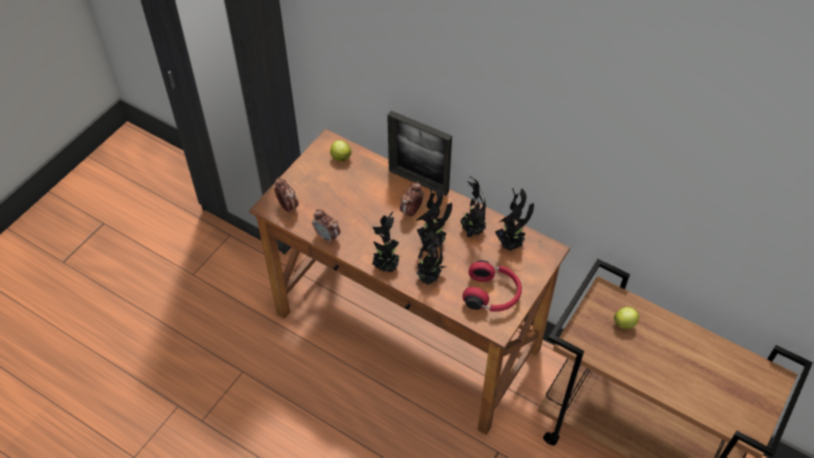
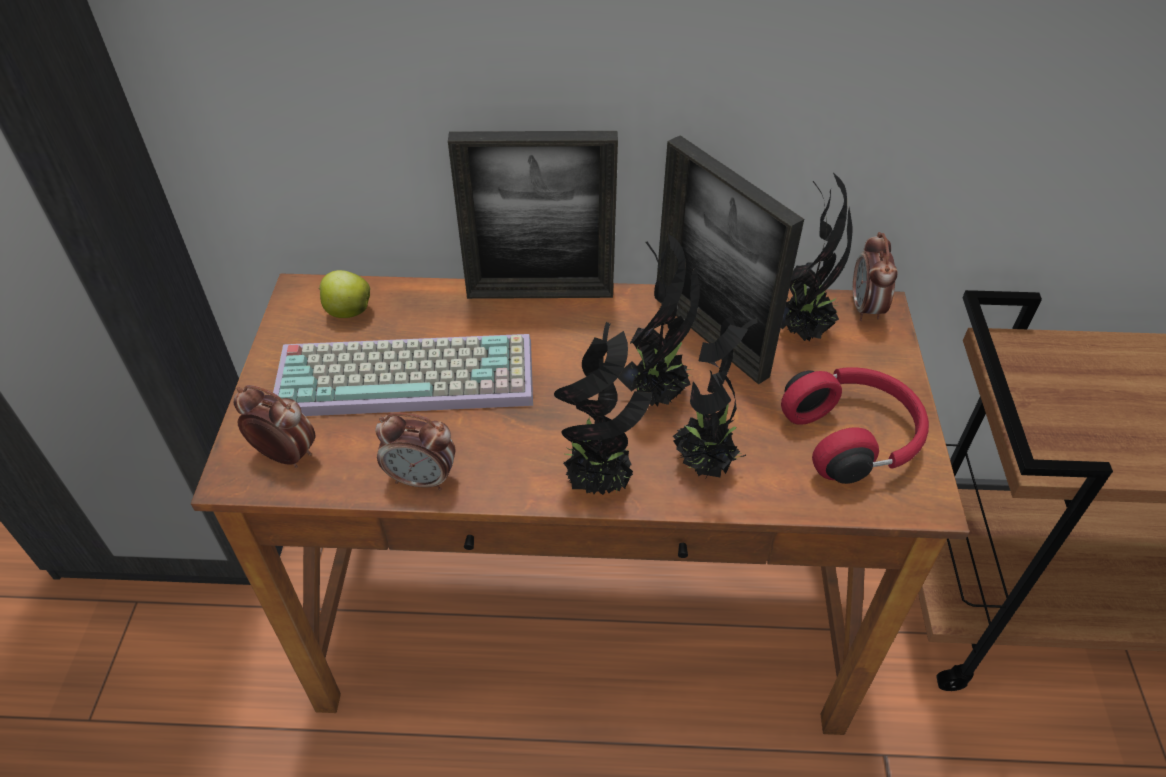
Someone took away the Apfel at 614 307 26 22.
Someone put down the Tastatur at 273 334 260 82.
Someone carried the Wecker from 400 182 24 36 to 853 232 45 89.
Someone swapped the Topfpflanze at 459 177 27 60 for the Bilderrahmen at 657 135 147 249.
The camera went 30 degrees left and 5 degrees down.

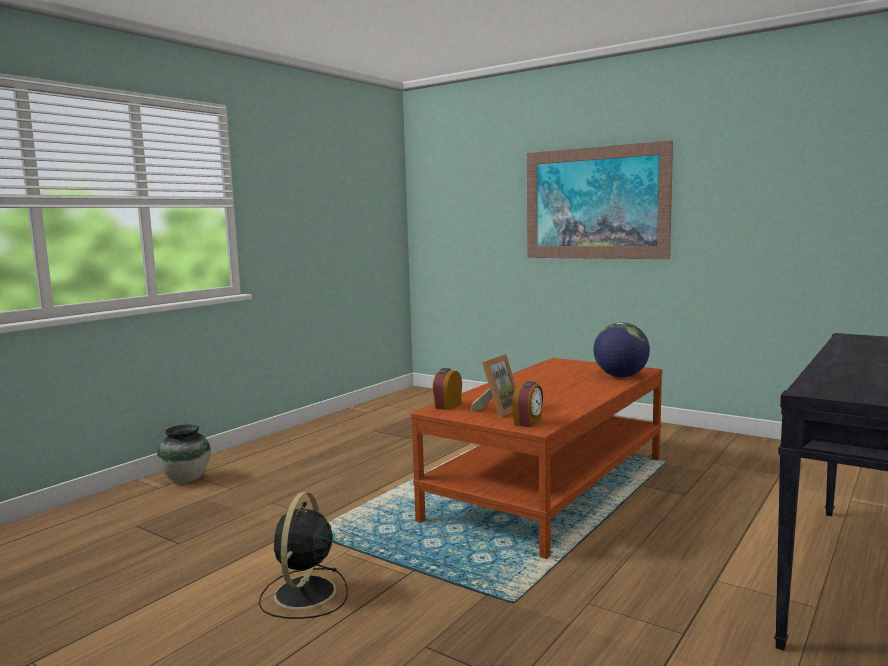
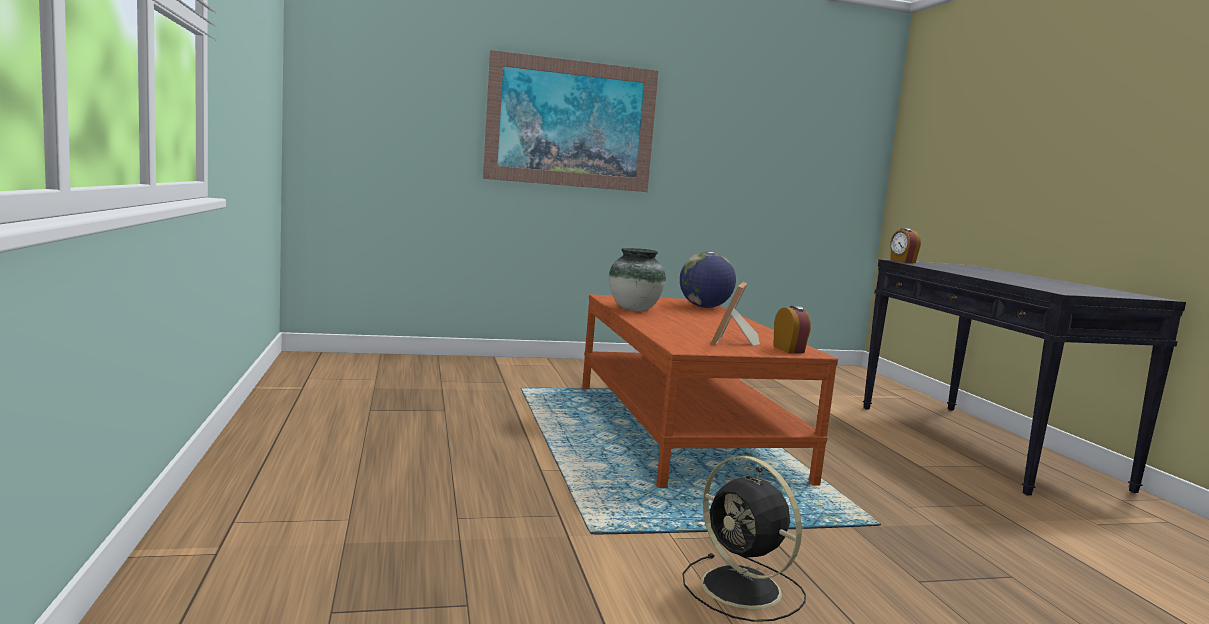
Someone carried the Vase from 157 424 54 59 to 609 248 57 63.
Someone carried the Wecker from 433 368 29 42 to 891 228 30 35.
Someone rotated the Bilderrahmen at 471 354 45 63 by 150 degrees counterclockwise.
The camera went 50 degrees left and 0 degrees up.

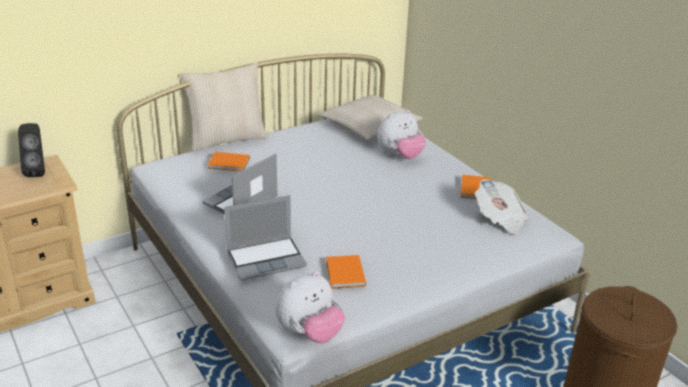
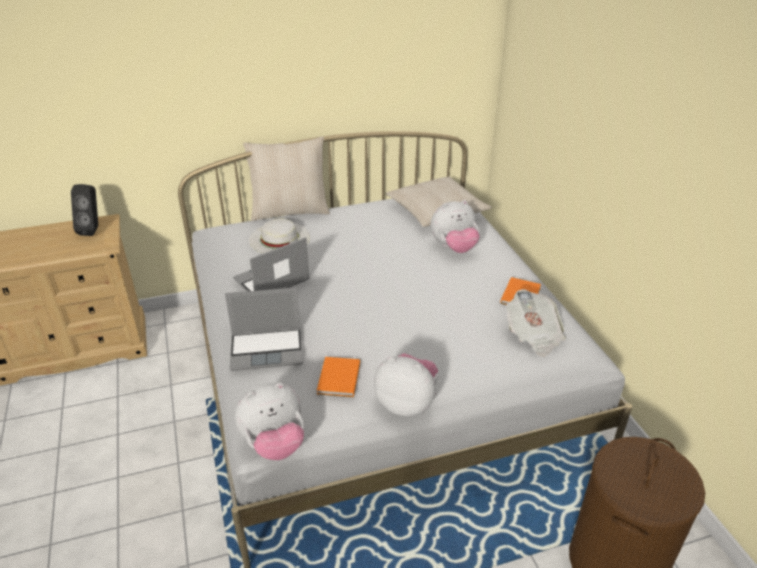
Someone put down the Plüschtier at 374 353 64 63.
Someone swapped the Buch (orange) at 207 152 43 20 for the Hut (weiß) at 249 219 61 34.
The camera went 15 degrees right and 5 degrees up.

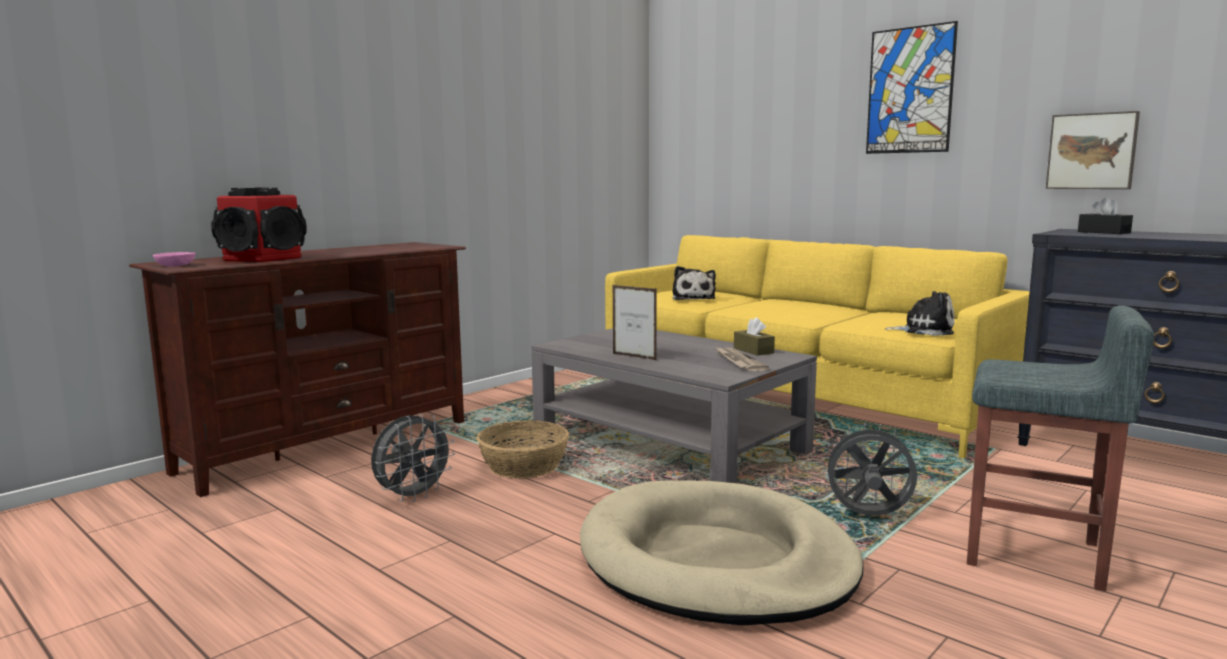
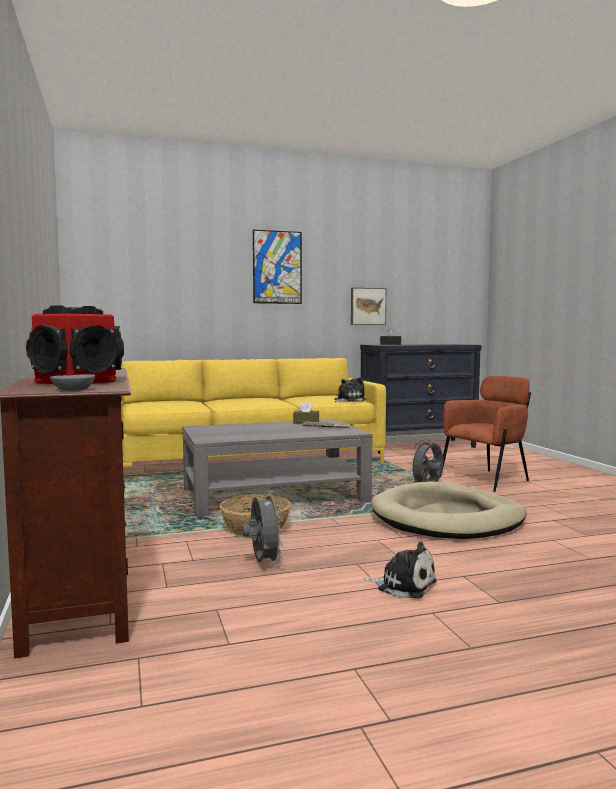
Someone took away the Bilderrahmen at 613 285 44 75.
Someone carried the Plüschtier from 672 266 44 34 to 364 542 72 57.
Someone swapped the Hocker (grau) at 967 305 187 286 for the Sessel (braun) at 440 376 91 116.
Someone repainted the Schüssel (rosa) at 153 252 43 15, which became the Schüssel (grau) at 50 374 45 16.
The camera went 60 degrees left and 5 degrees down.

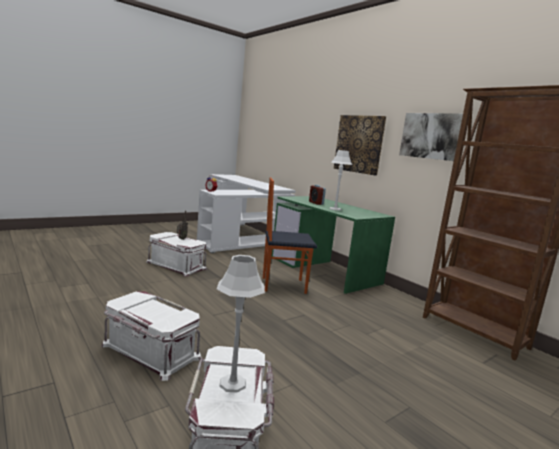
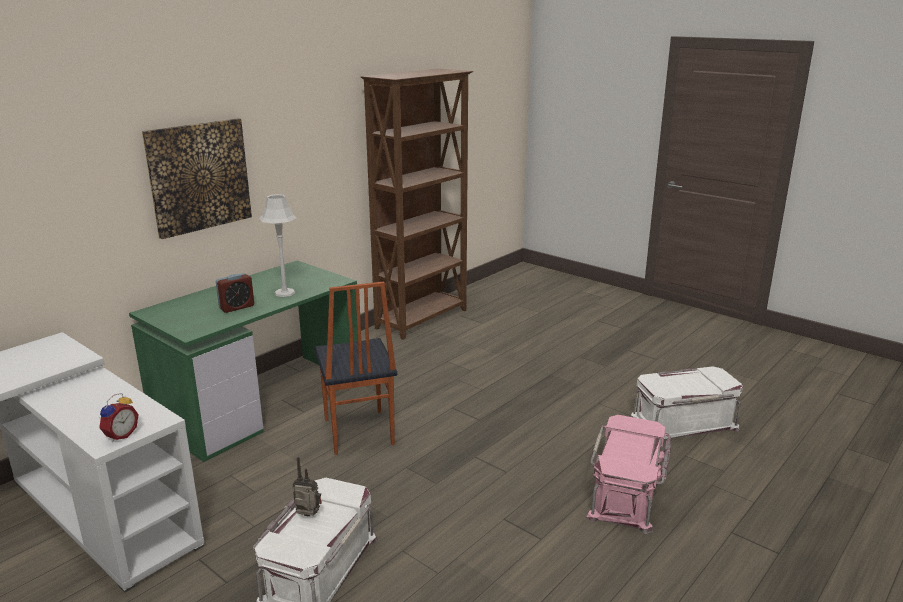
Someone took away the Tischlampe (grau) at 217 255 48 138.
Someone took away the Bild at 399 113 64 48.
Someone repainted the Aufbewahrungsbox (weiß) at 101 291 101 90, which became the Aufbewahrungsbox (rosa) at 586 415 86 119.
The camera went 100 degrees left and 10 degrees up.

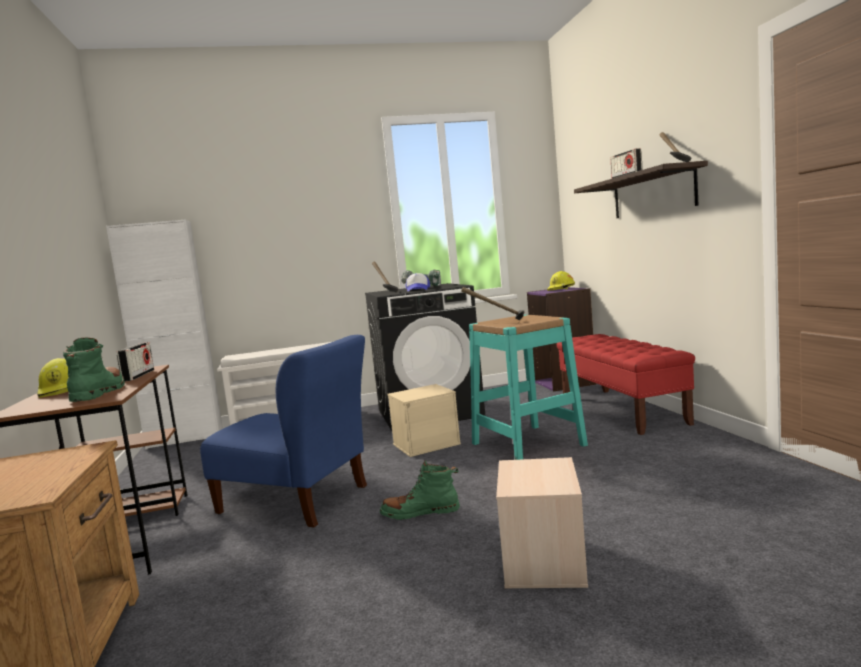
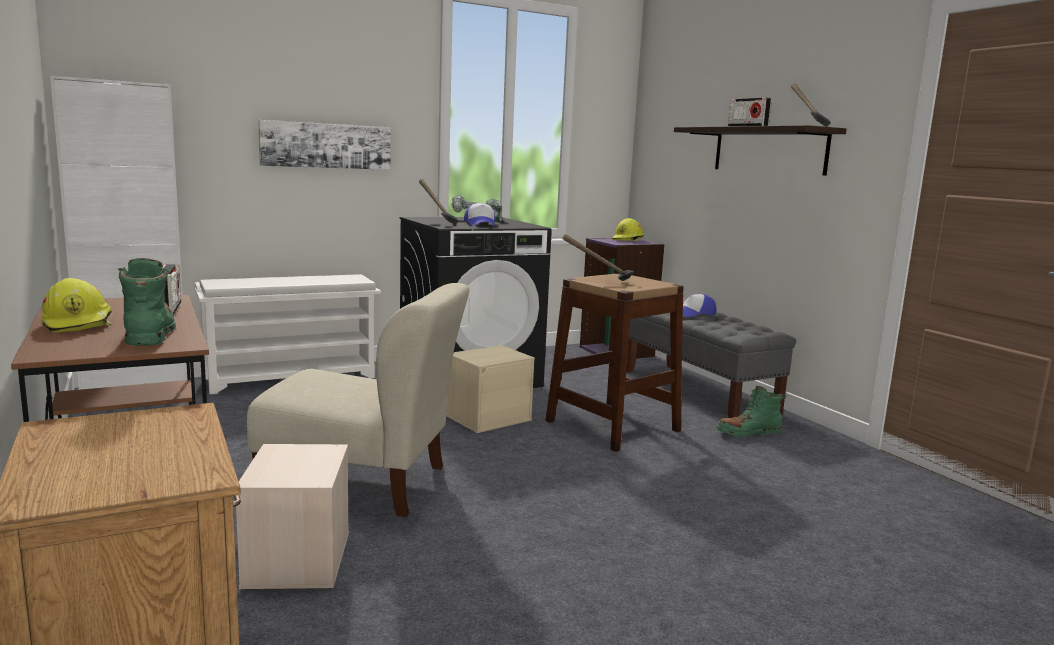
Someone put up the Bild at 258 120 133 50.
Someone put down the Kappe at 683 294 34 23.
Someone carried the Stiefel (grün) from 380 460 80 60 to 716 386 70 51.
Someone carried the Aufbewahrungsbox (beige) from 496 457 92 131 to 236 444 113 145.
Someone repainted the Stuhl (blau) at 200 335 167 192, which became the Stuhl (beige) at 247 283 223 234.
Someone repainted the Hocker (türkis) at 469 315 119 145, which became the Hocker (braun) at 545 274 139 178.
Someone repainted the Bank (rot) at 557 334 138 101, which became the Bank (grau) at 626 312 170 106.
The camera went 15 degrees left and 5 degrees up.

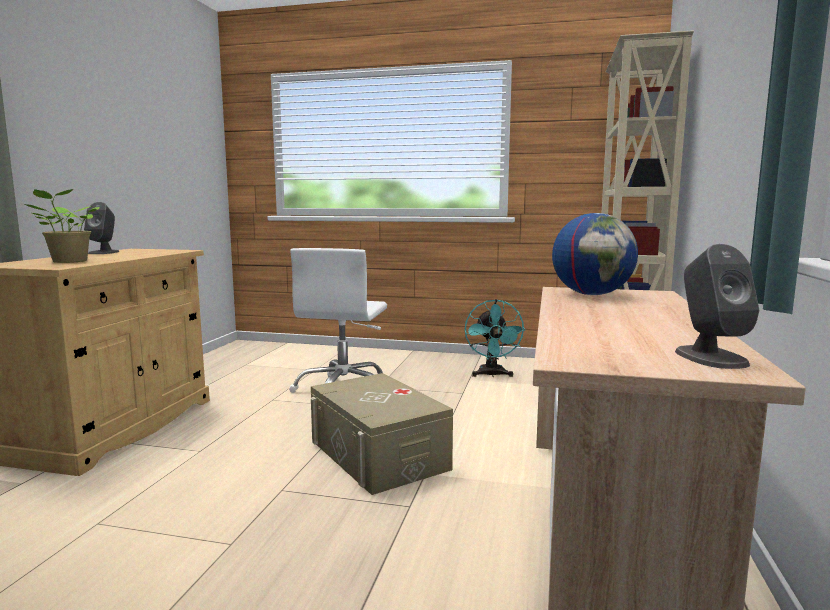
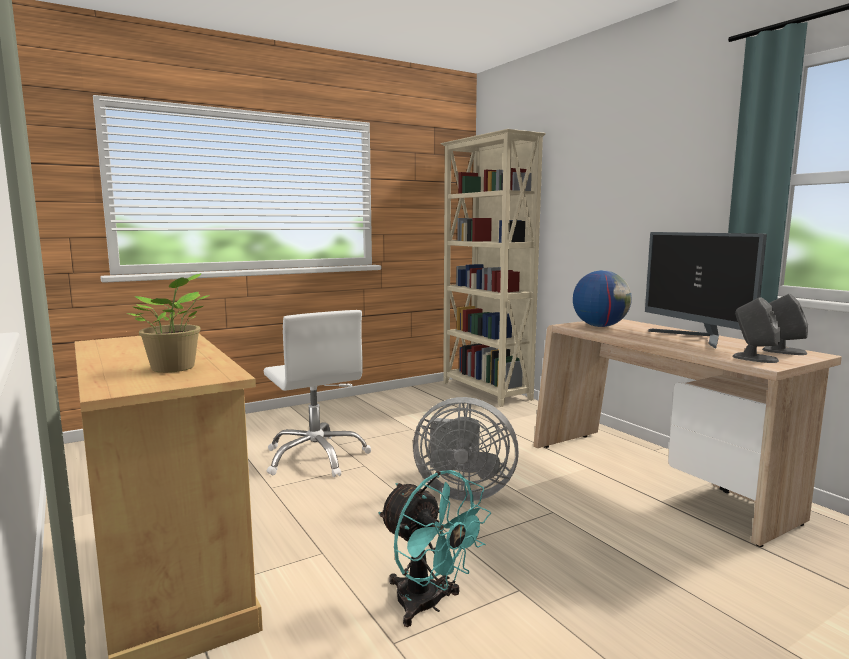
Someone put down the Monitor at 645 232 122 117.
Someone carried the Lautsprecher (grau) from 84 202 35 52 to 732 297 49 66.
Someone carried the Ventilator (türkis) from 465 299 61 78 to 378 470 113 157.
Someone swapped the Aufbewahrungsbox (beige) at 311 373 142 122 for the Ventilator (grau) at 413 397 106 104.
The camera went 45 degrees left and 0 degrees up.

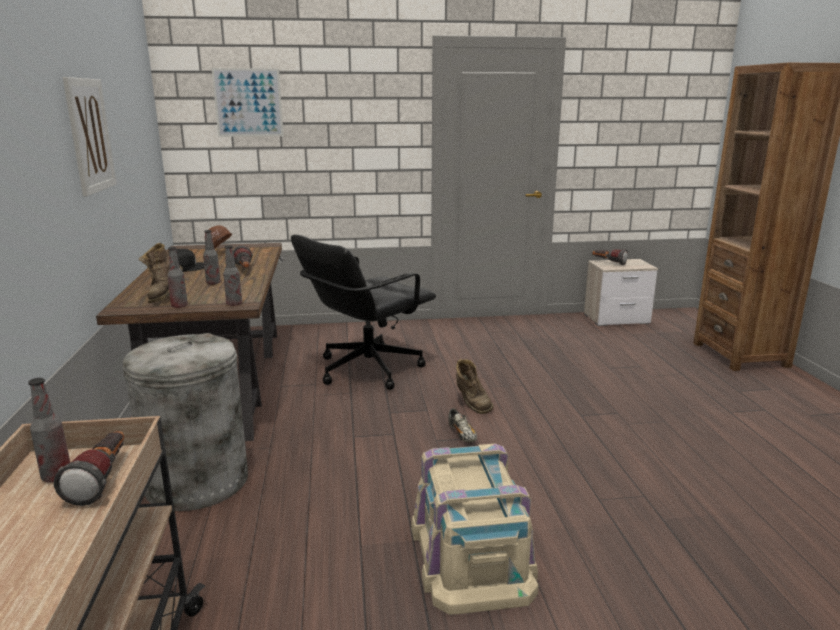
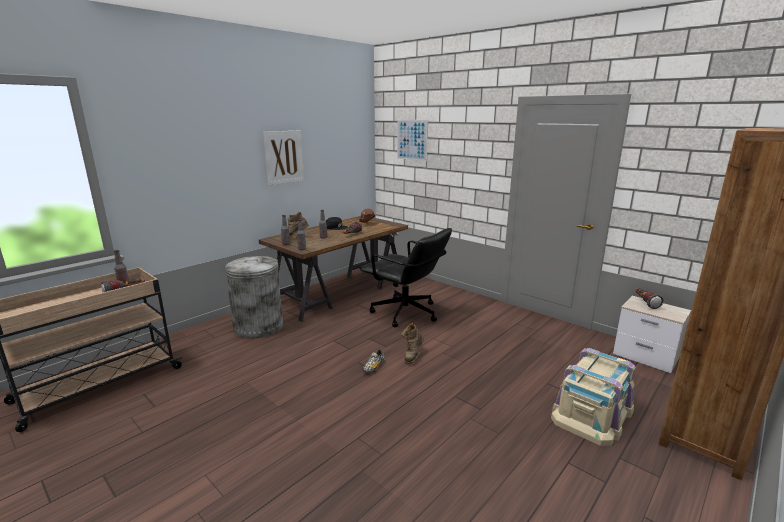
Someone carried the Aufbewahrungsbox (beige) from 411 444 127 171 to 551 348 85 98.
Someone rotated the Bürostuhl (schwarz) at 291 235 145 155 by 150 degrees counterclockwise.
The camera went 50 degrees right and 0 degrees up.

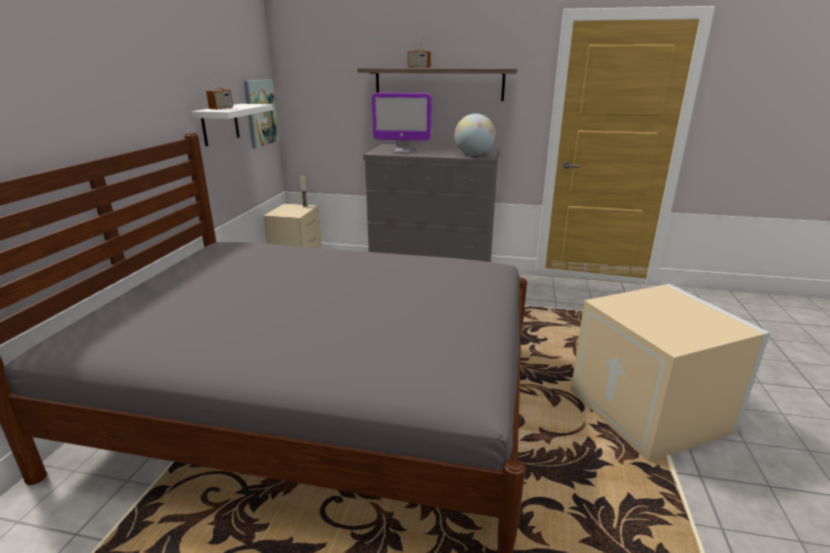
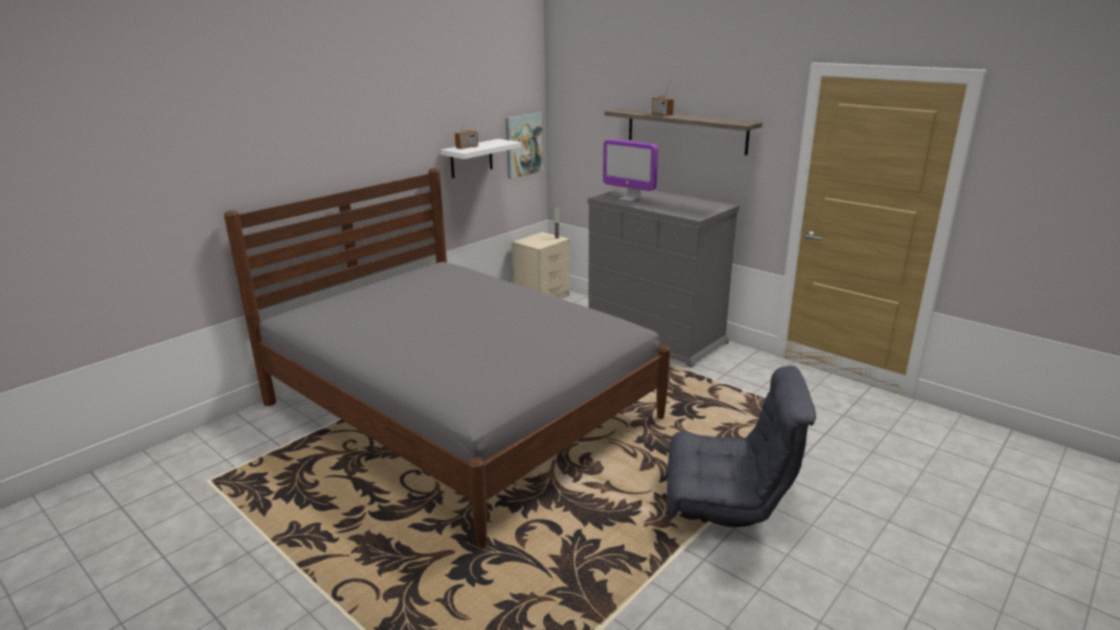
Someone took away the Globus at 455 114 40 42.
Someone swapped the Aufbewahrungsbox (beige) at 570 284 200 178 for the Sessel (grau) at 667 366 149 161.
The camera went 30 degrees right and 0 degrees up.

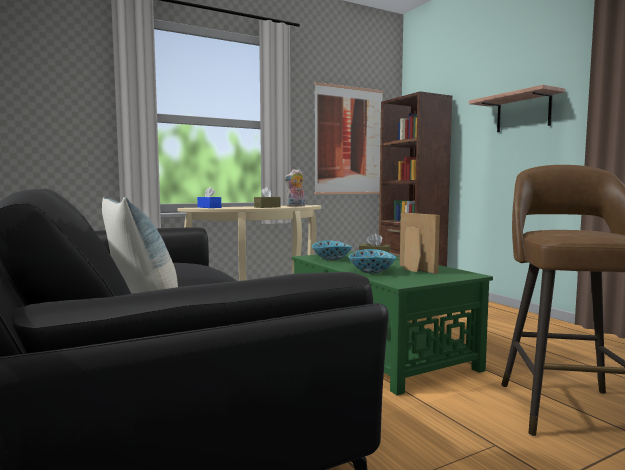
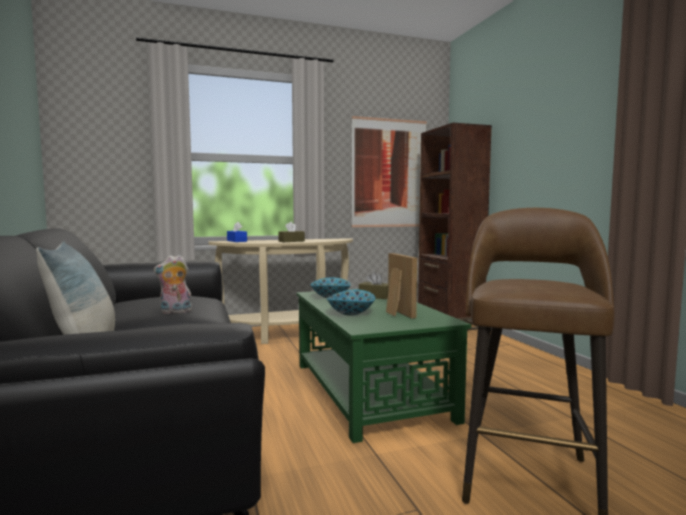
Someone took away the Wandregal at 469 85 96 47.
Someone carried the Plüschtier from 284 169 21 38 to 153 255 39 59.
The camera went 10 degrees right and 0 degrees up.

